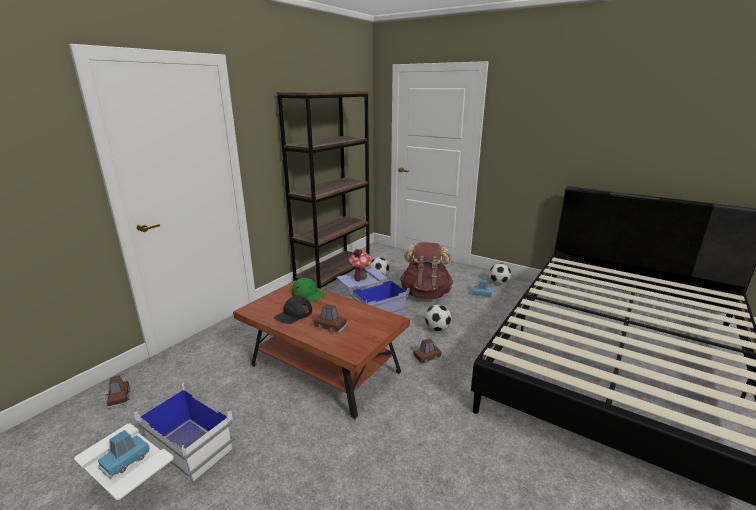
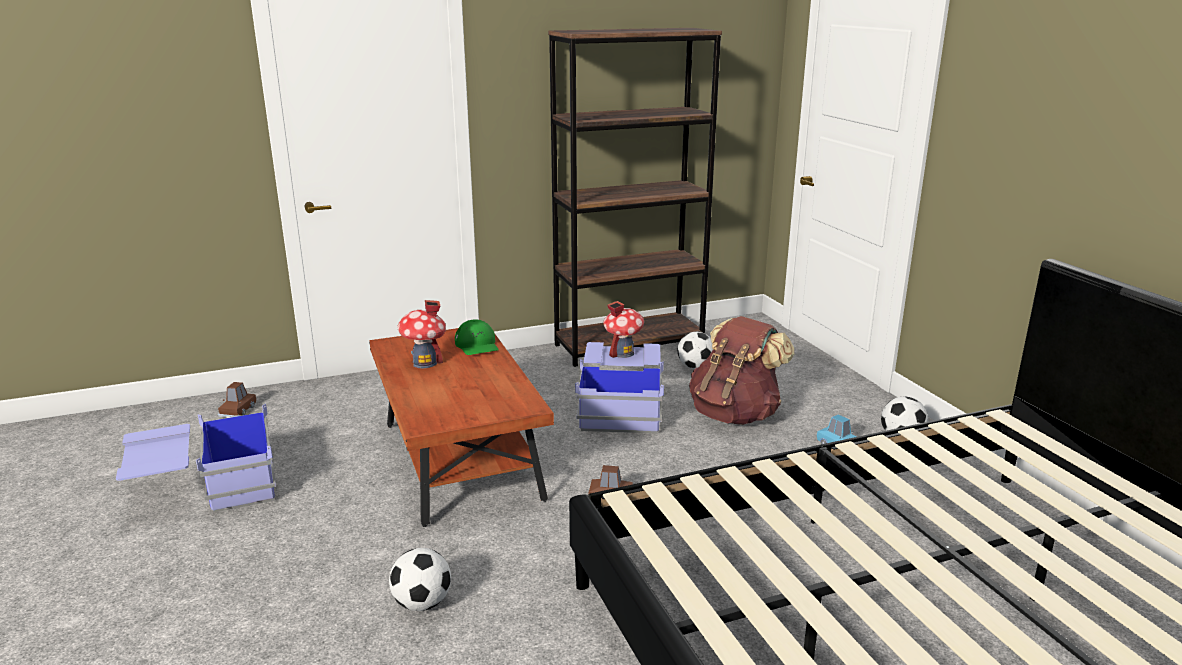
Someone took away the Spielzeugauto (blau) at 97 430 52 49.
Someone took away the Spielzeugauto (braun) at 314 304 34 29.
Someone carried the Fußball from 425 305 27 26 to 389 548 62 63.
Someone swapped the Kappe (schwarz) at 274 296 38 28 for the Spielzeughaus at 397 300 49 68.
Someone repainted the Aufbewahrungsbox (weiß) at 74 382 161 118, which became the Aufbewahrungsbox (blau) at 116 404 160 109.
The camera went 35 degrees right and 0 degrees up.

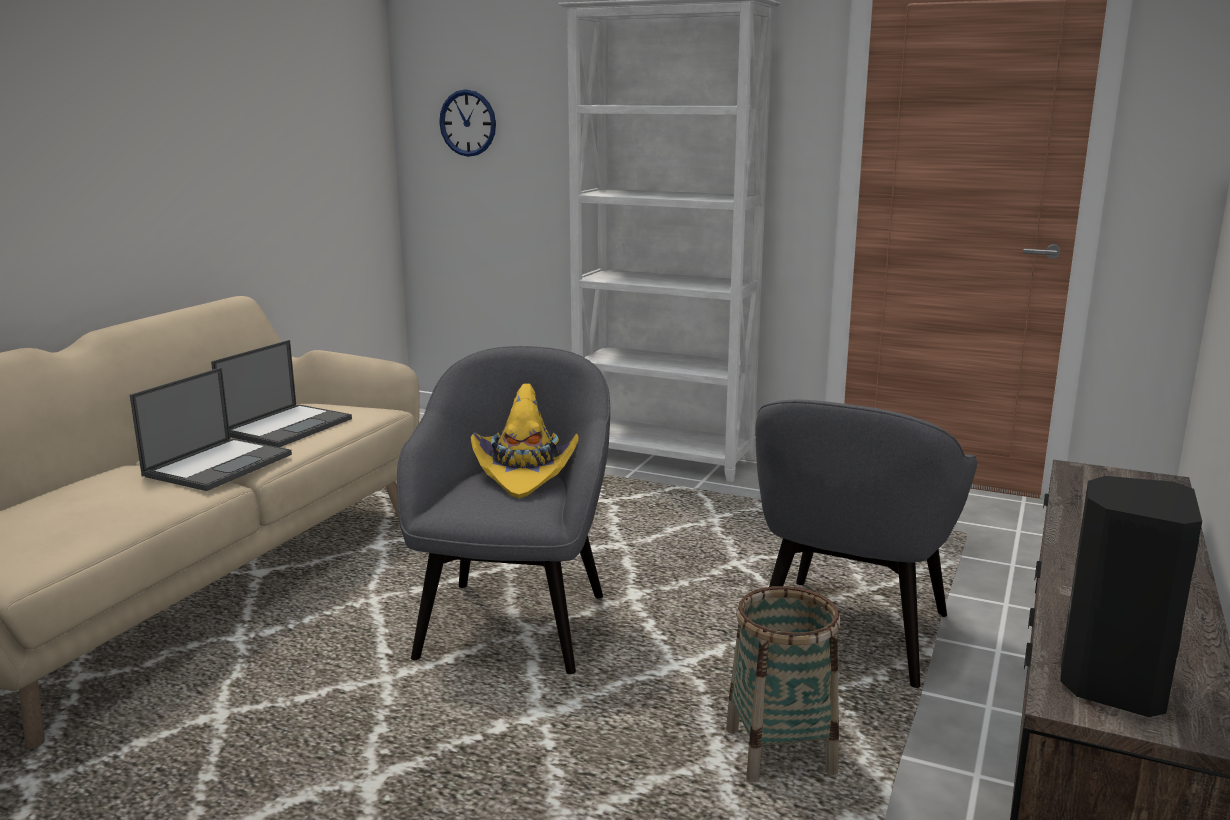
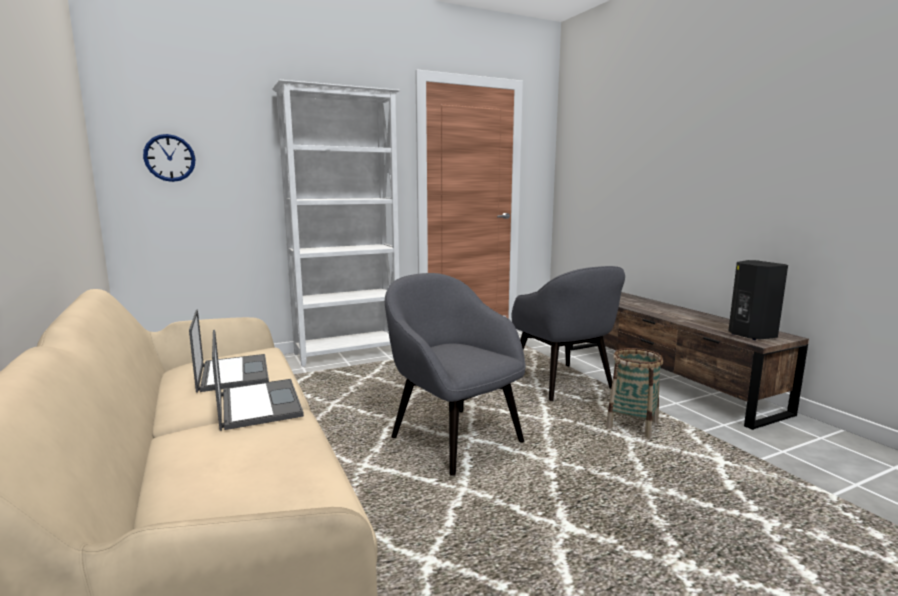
Someone took away the Hut (gelb) at 471 384 108 114.
The camera went 50 degrees left and 5 degrees down.

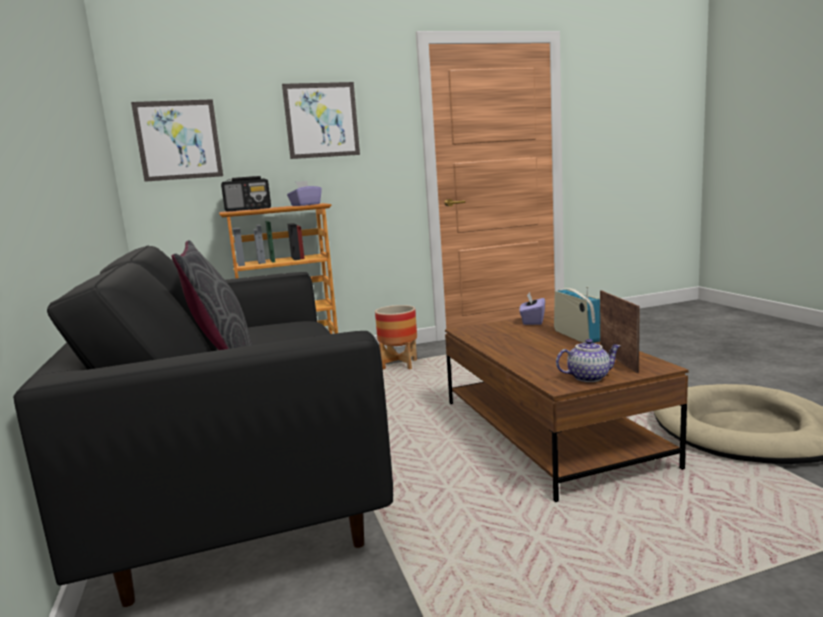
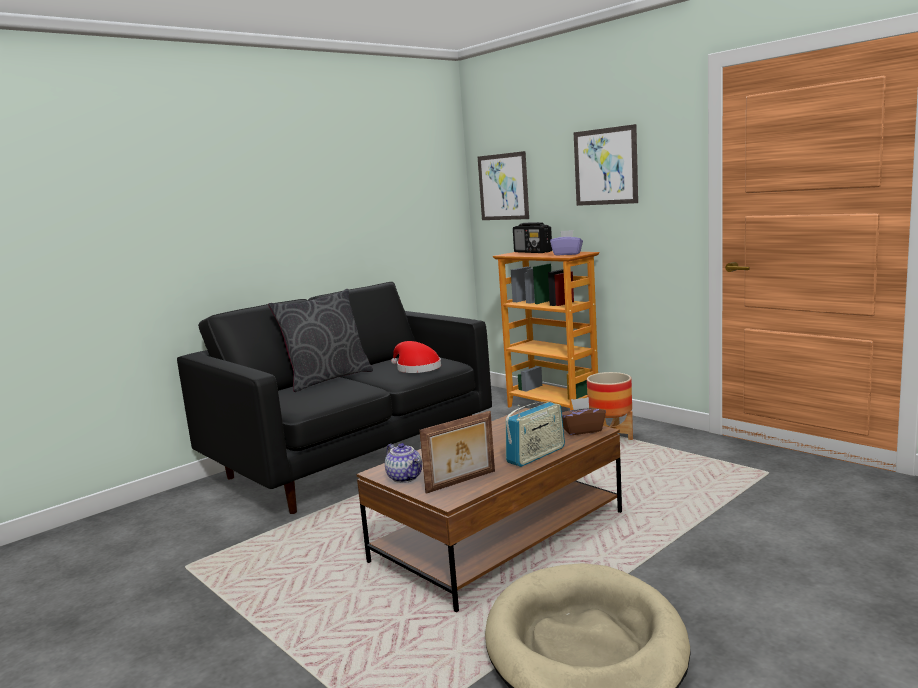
Someone put down the Hut (rot) at 391 341 50 32.
Someone repainted the Taschentuchbox (lila) at 519 292 26 33, which became the Taschentuchbox (braun) at 562 397 44 38.
The camera went 65 degrees right and 0 degrees up.

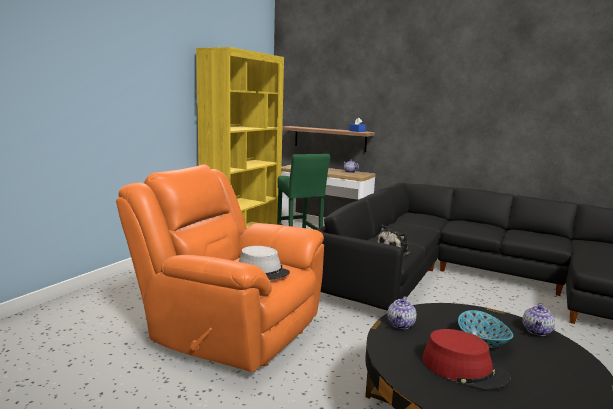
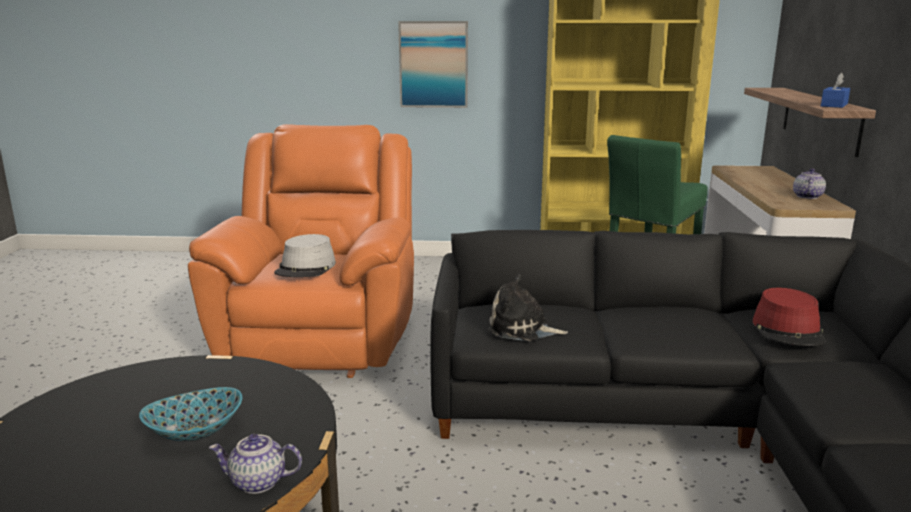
Someone took away the Teekanne at 387 296 30 33.
Someone put up the Bild at 398 21 70 87.
Someone carried the Hut (rot) from 422 329 89 61 to 753 288 73 58.
The camera went 65 degrees right and 5 degrees up.

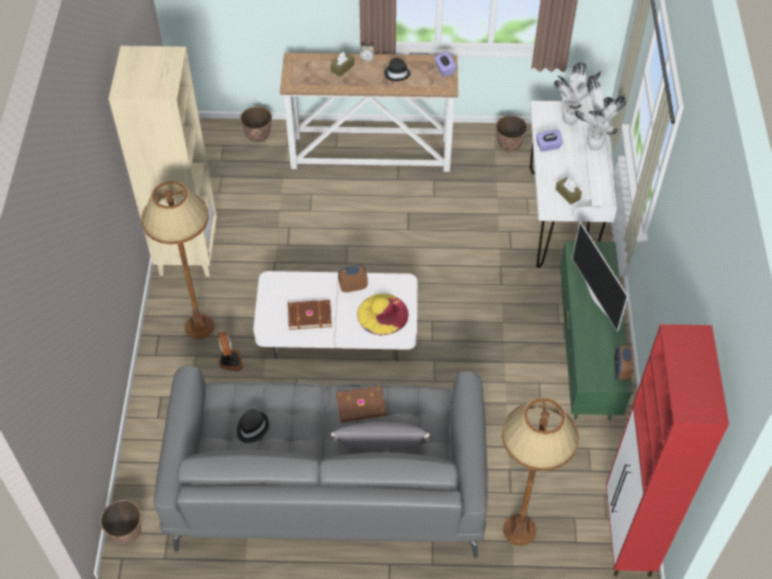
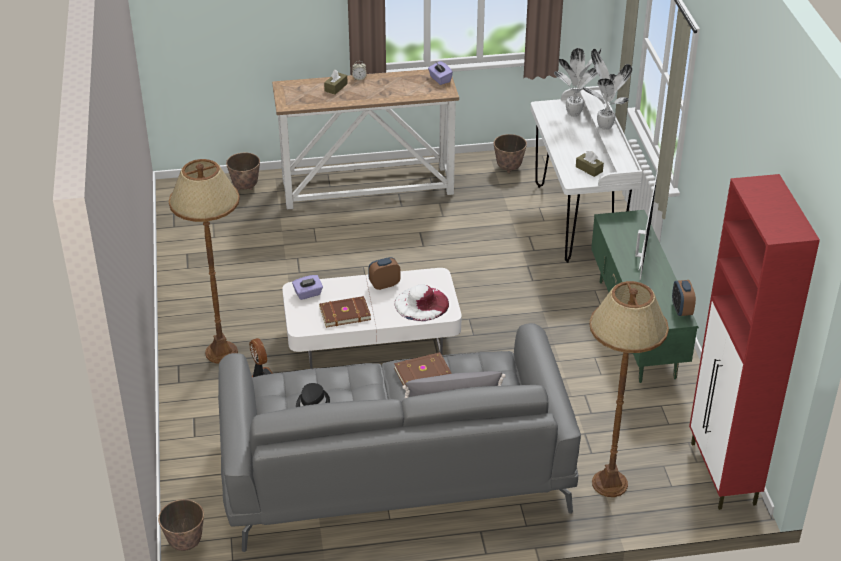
Someone took away the Bücherregal (beige) at 109 46 108 230.
Someone took away the Hut (schwarz) at 384 58 27 23.
Someone carried the Taschentuchbox (lila) from 536 130 27 22 to 292 275 31 25.
Someone repainted the Hut (gelb) at 357 294 51 42, which became the Hut (weiß) at 394 284 55 37.
Someone rotated the Fernseher at 572 221 56 111 by 135 degrees counterclockwise.
The camera went 10 degrees left and 15 degrees down.

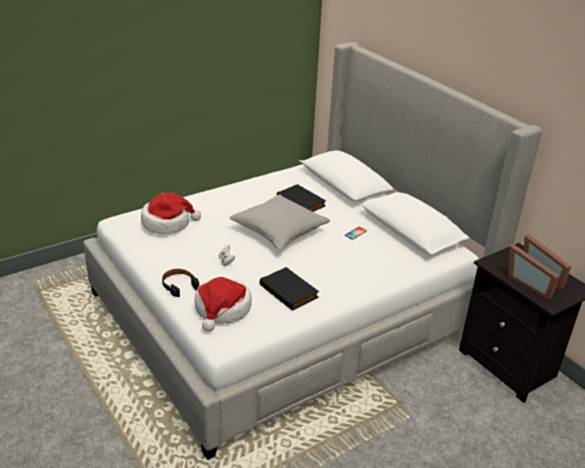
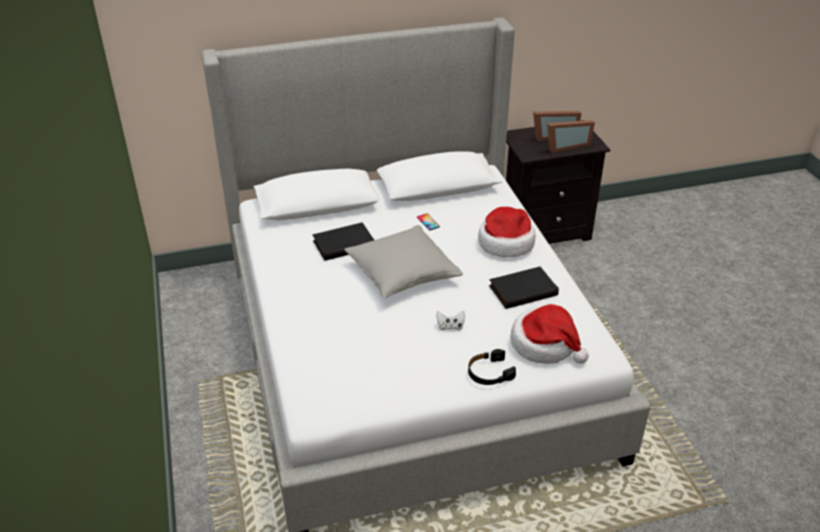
Someone carried the Hut from 141 193 60 41 to 478 207 57 50.
The camera went 70 degrees left and 5 degrees up.

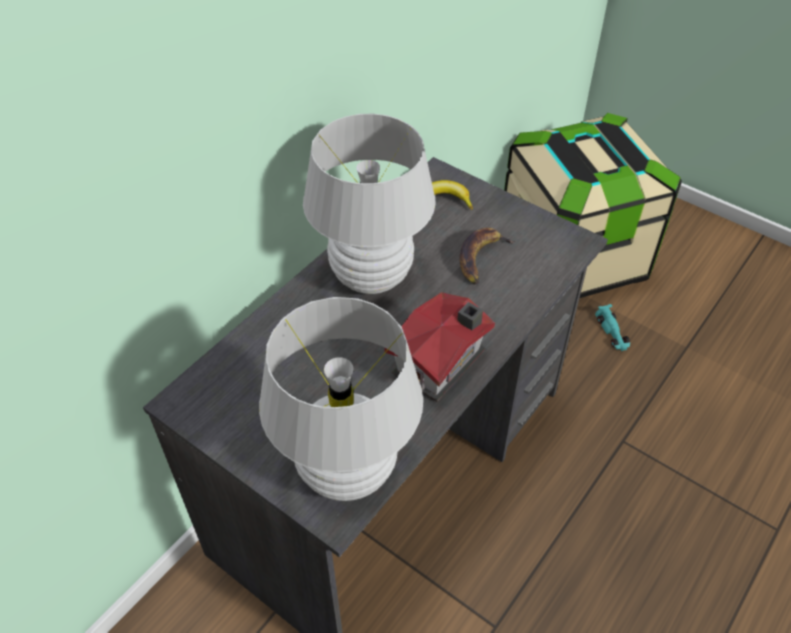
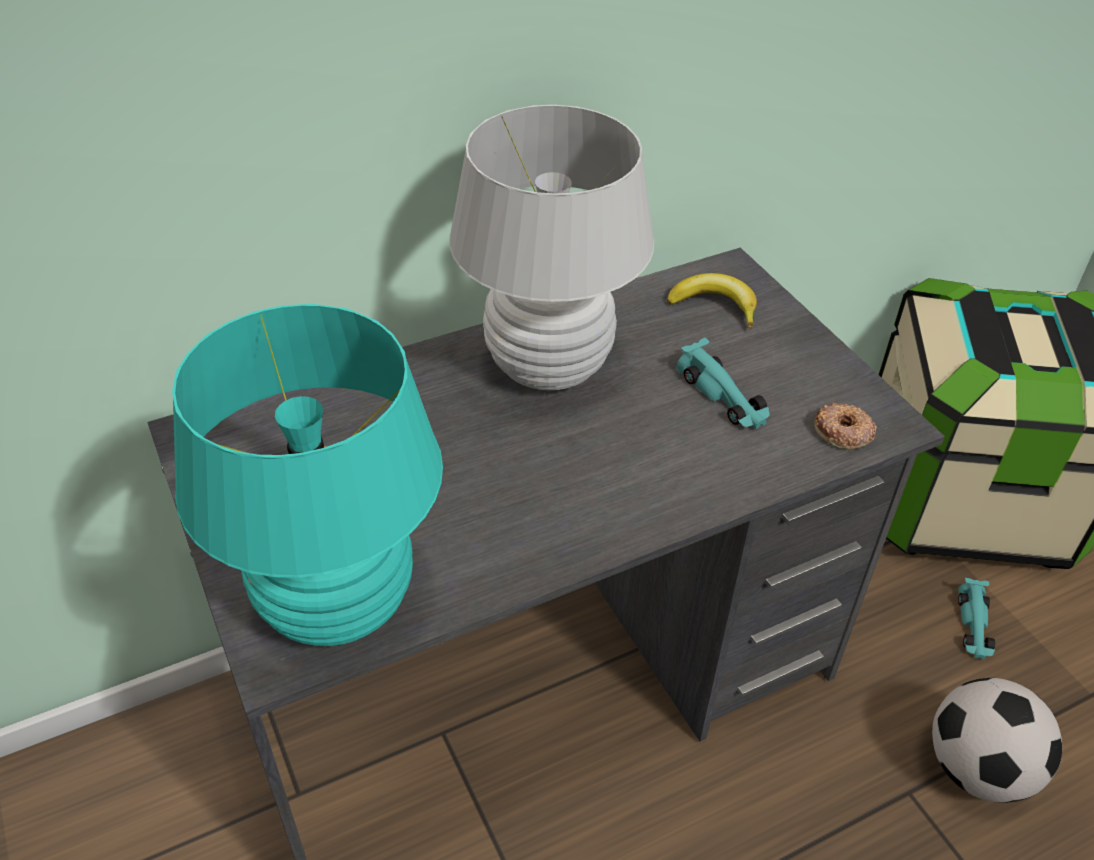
Someone took away the Spielzeughaus at 385 292 110 109.
Someone put down the Donut at 814 402 63 47.
Someone put down the Fußball at 932 678 130 125.
Someone swapped the Banane at 459 227 57 57 for the Spielzeugauto (türkis) at 676 338 94 91.
Someone repainted the Tischlampe (weiß) at 259 297 164 204, which became the Tischlampe (türkis) at 172 304 271 342.
The camera went 25 degrees right and 5 degrees down.

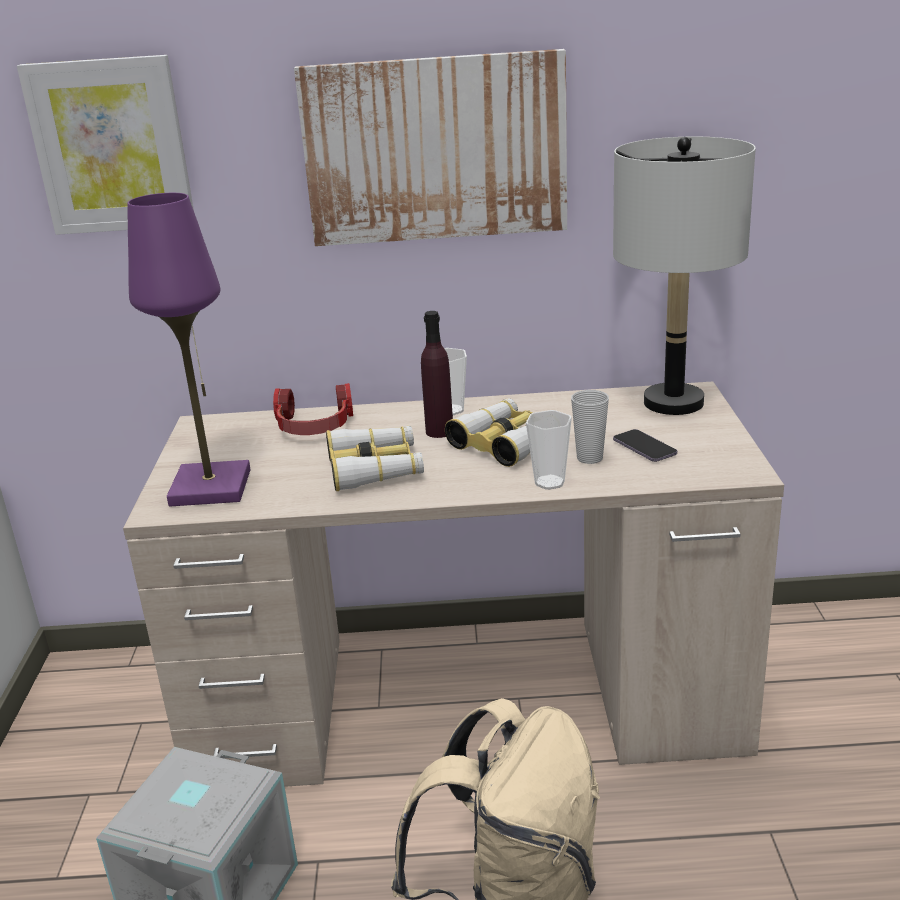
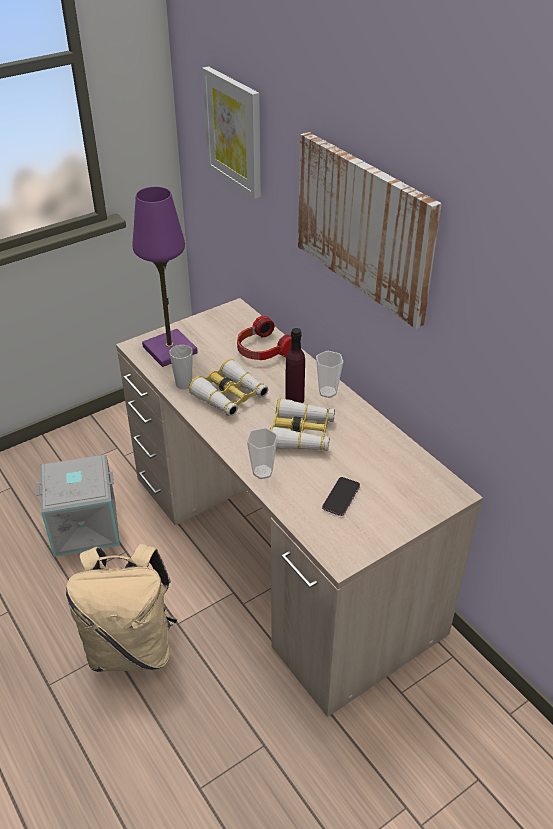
Someone took away the Tischlampe (grau) at 613 137 143 278.
Someone carried the Tasse from 571 390 38 74 to 169 345 24 44.
The camera went 55 degrees right and 15 degrees up.

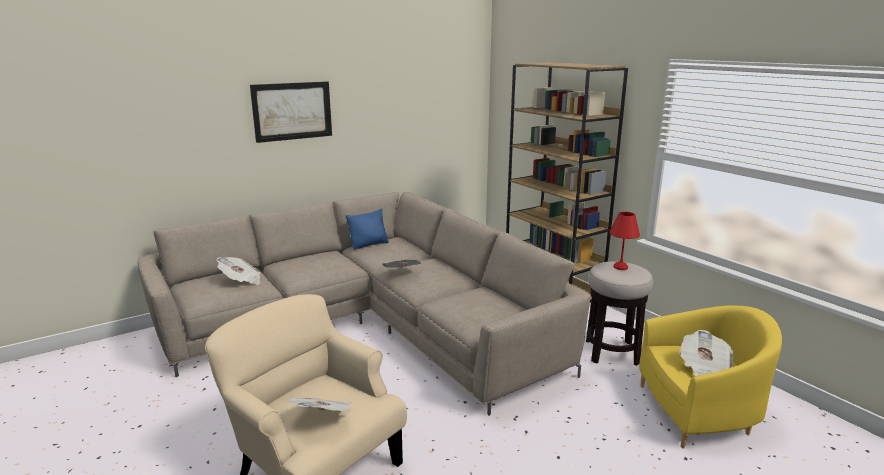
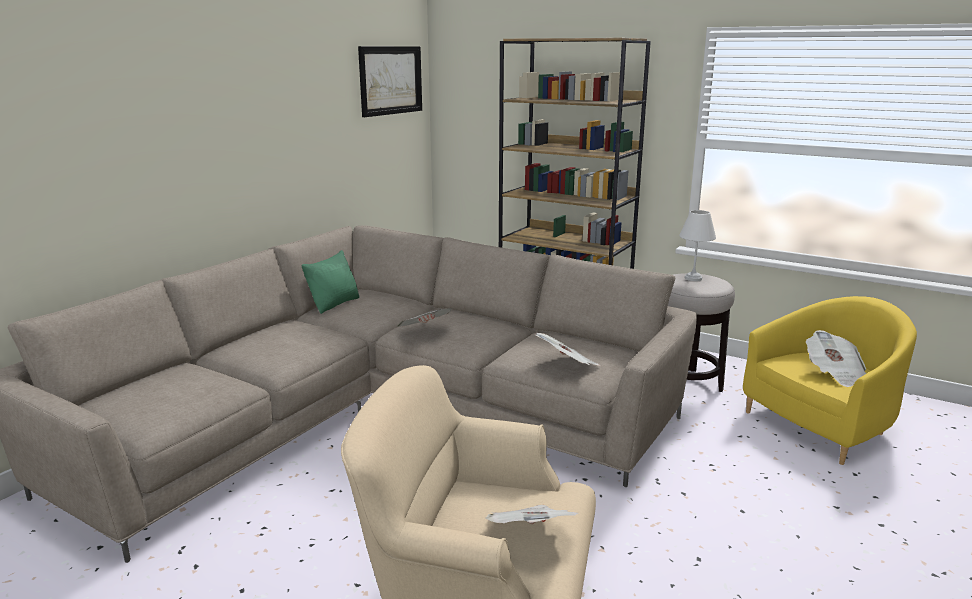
Someone carried the Zeitung from 217 257 44 28 to 536 333 64 33.
Someone carried the Bild from 250 81 82 62 to 358 46 64 71.
Someone repainted the Kissen (blau) at 346 208 43 42, which became the Kissen (grün) at 302 250 58 64.
Someone repainted the Tischlampe (rot) at 609 212 31 58, which became the Tischlampe (weiß) at 679 210 37 71.
The camera went 25 degrees left and 0 degrees up.

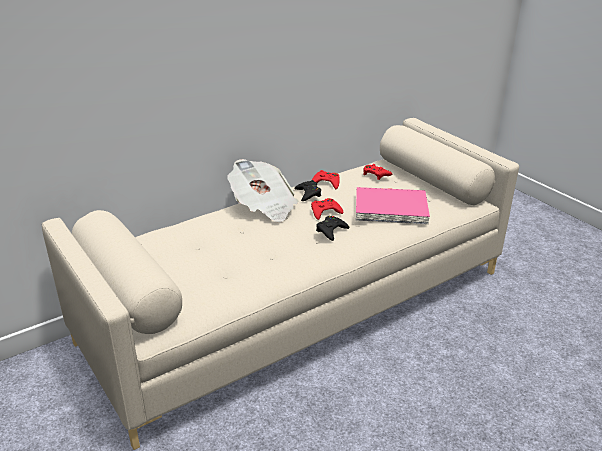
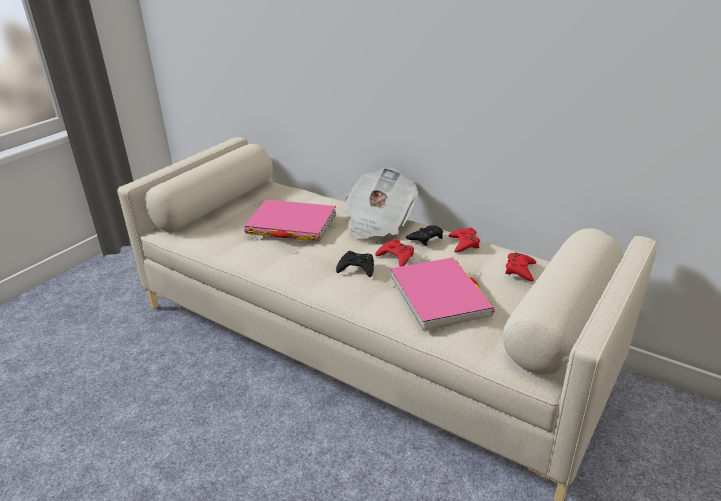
Someone put down the Buch (rosa) at 244 200 92 41.
The camera went 70 degrees right and 0 degrees up.

